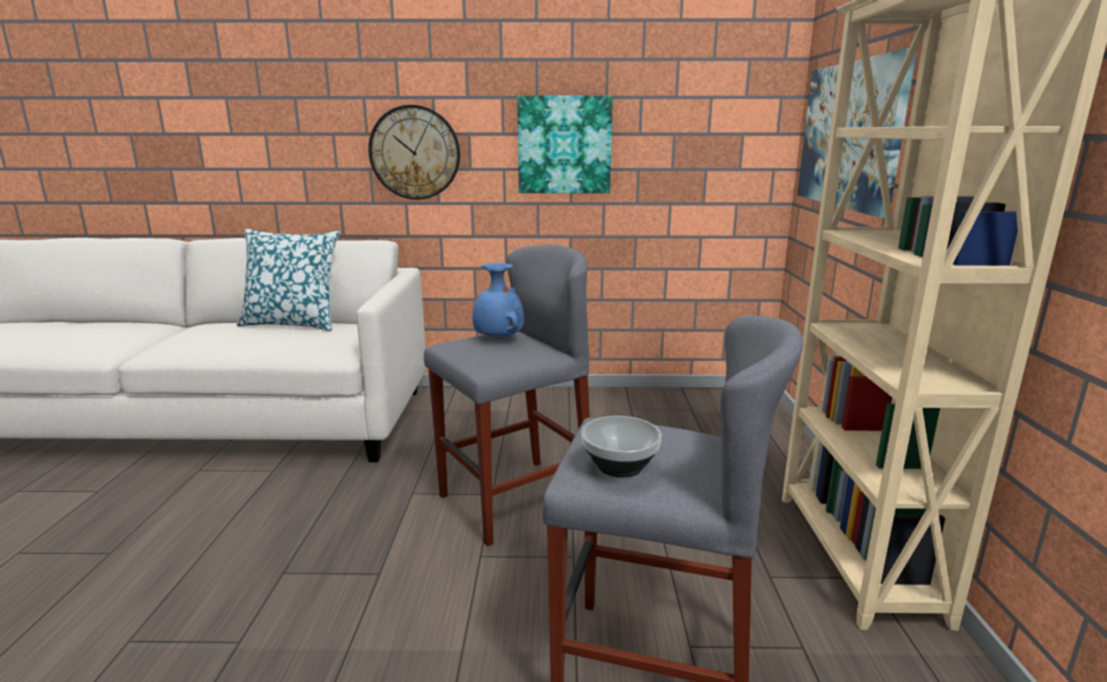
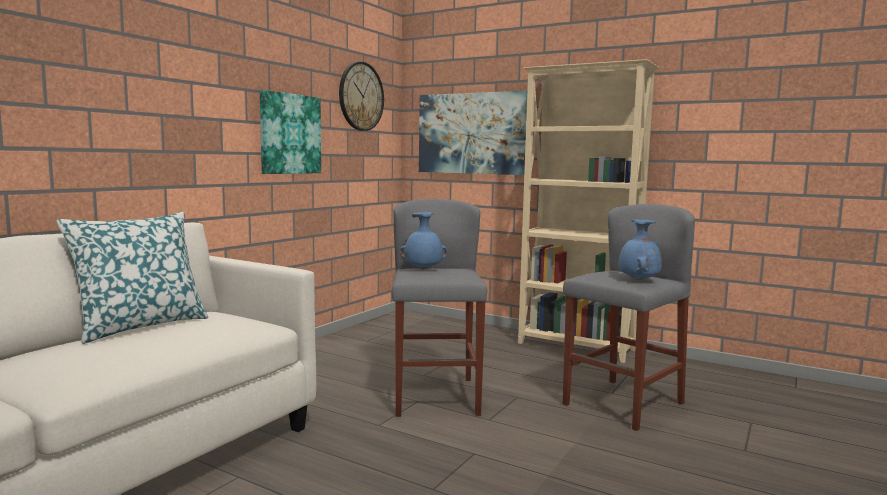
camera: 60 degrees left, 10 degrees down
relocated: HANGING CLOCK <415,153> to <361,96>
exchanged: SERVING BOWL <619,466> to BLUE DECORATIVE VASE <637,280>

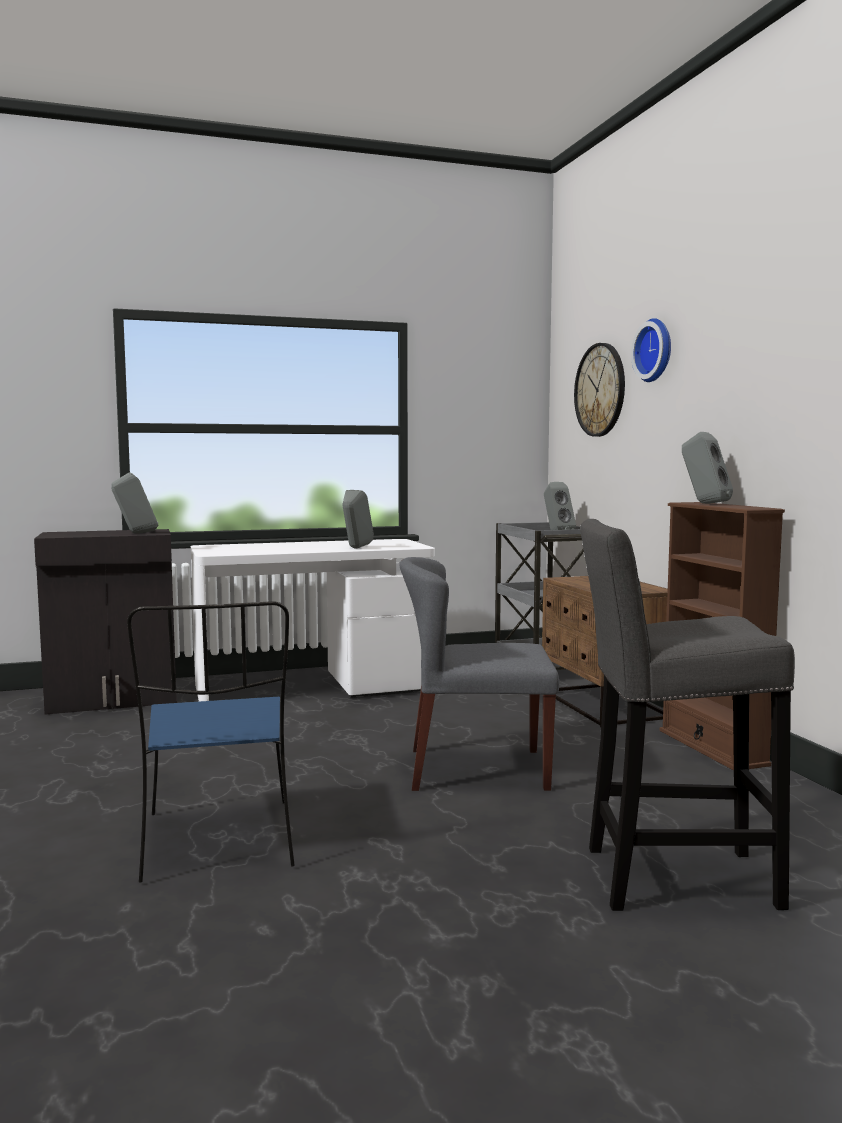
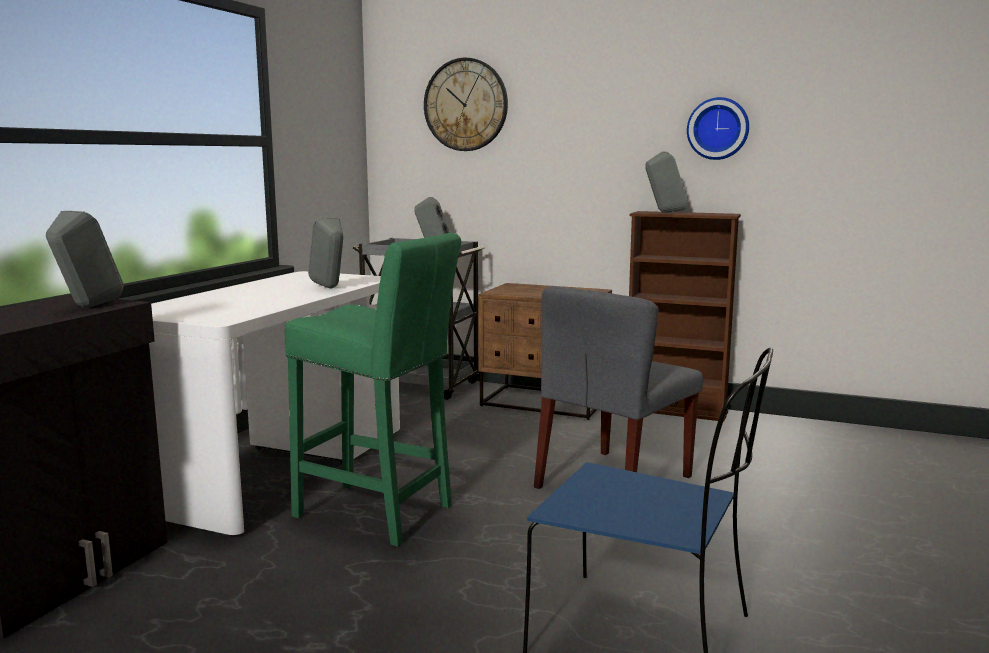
camera: 50 degrees left, 5 degrees up
missing: GREYISH SITTING STOOL <669,878>
appeared: GREENISH SITTING STOOL <379,514>
relocated: HANGING CLOCK <656,350> to <718,129>

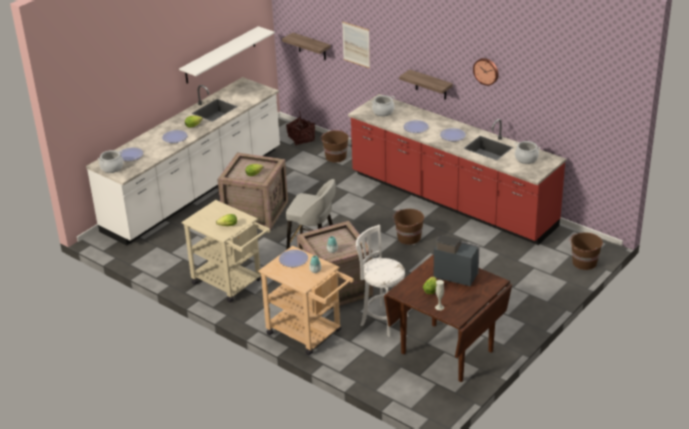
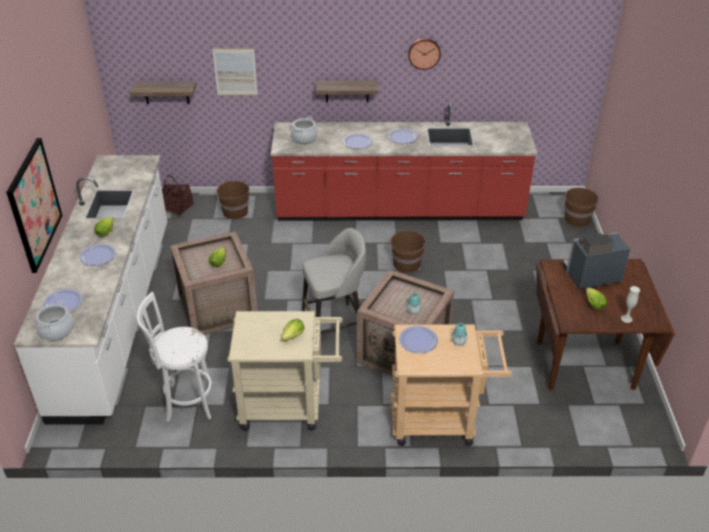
camera: 40 degrees left, 5 degrees up
missing: WHITE-COLOURED SHELF <220,55>; STOCKPOT <526,158>
appeared: WALL ART <34,204>
relocated: WHITE-COLOURED SITTING STOOL <382,319> to <186,402>

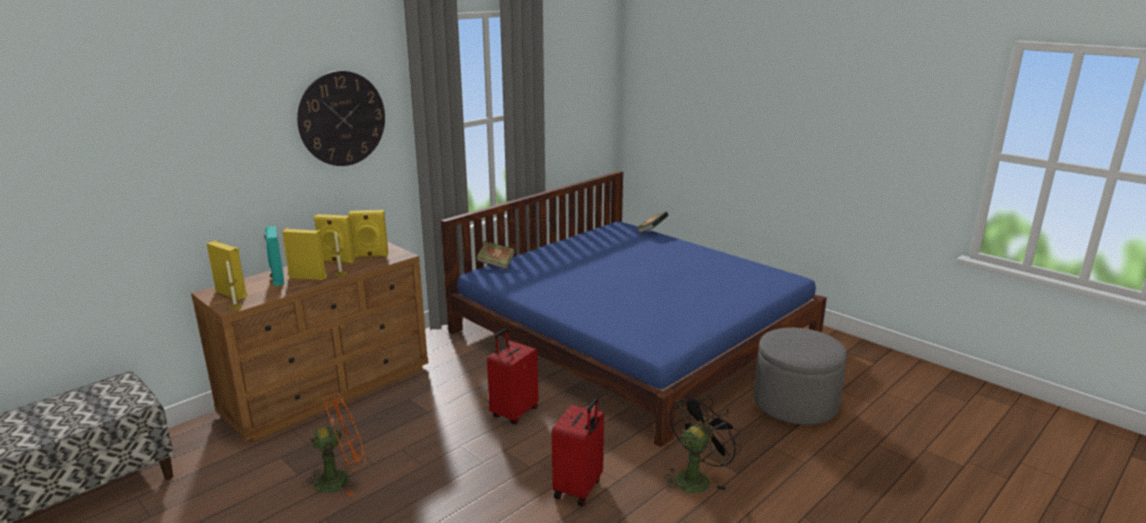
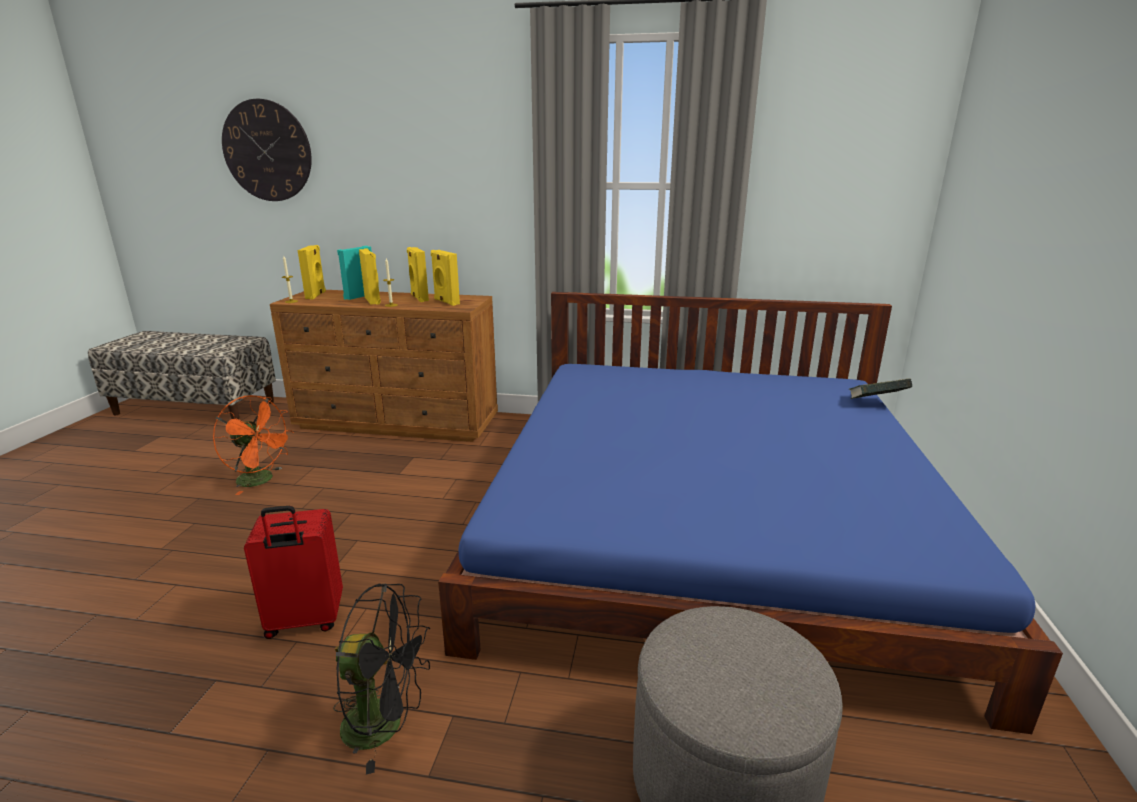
camera: 55 degrees right, 0 degrees up
missing: BOOK <496,265>; RED TRAVEL CASE <513,412>
relocated: HANGING CLOCK <342,118> to <267,151>

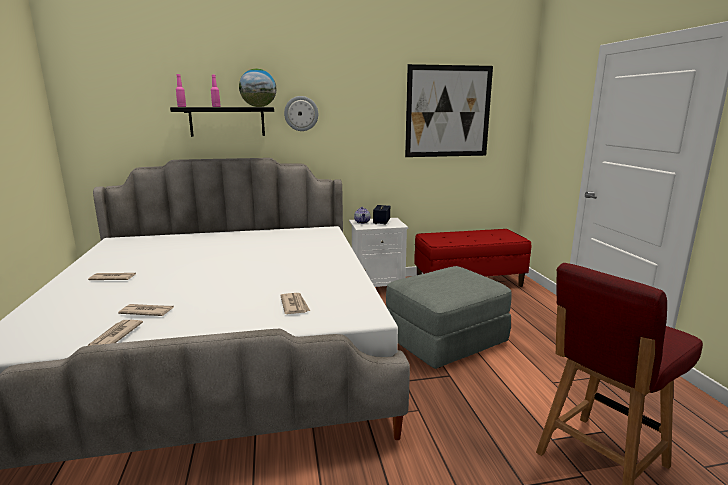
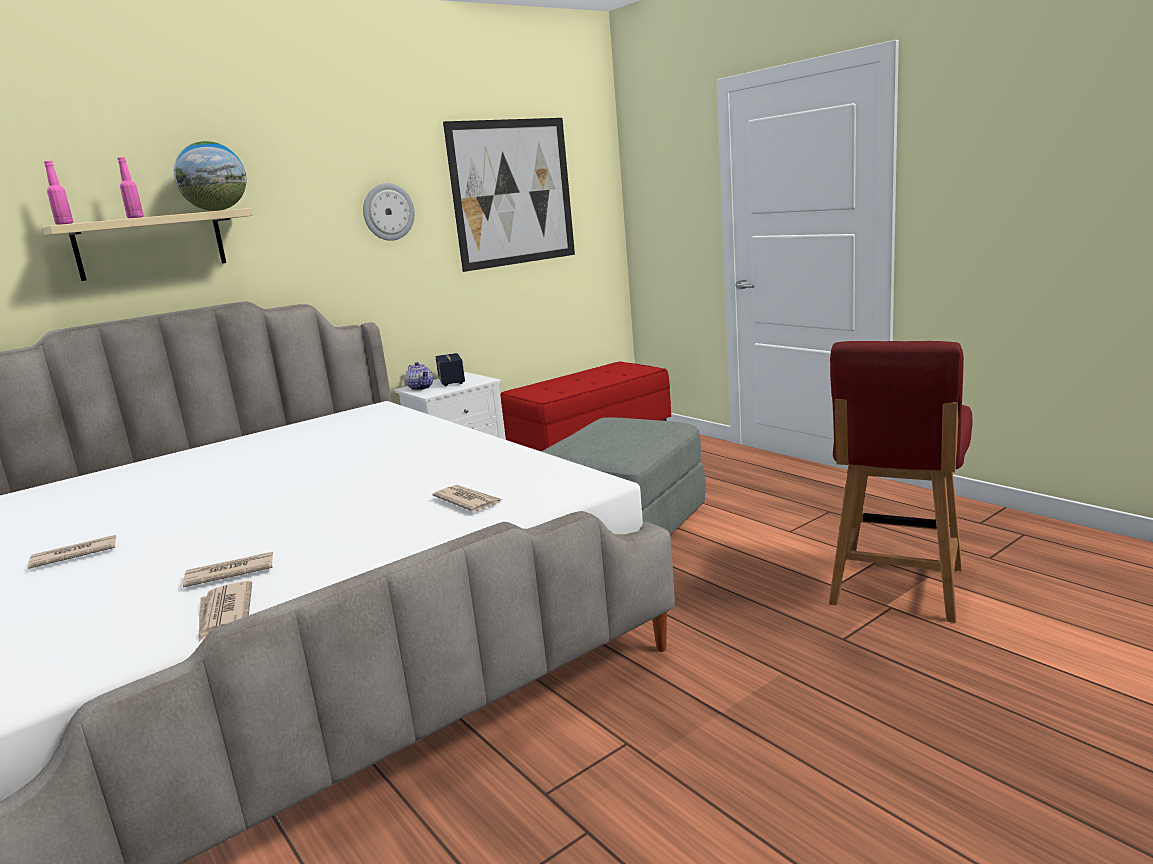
camera: 25 degrees left, 0 degrees up
relocated: HANGING CLOCK <301,113> to <388,212>
colour: BLACK-COLOURED SHELF <227,121> to BEIGE SHELF <150,245>

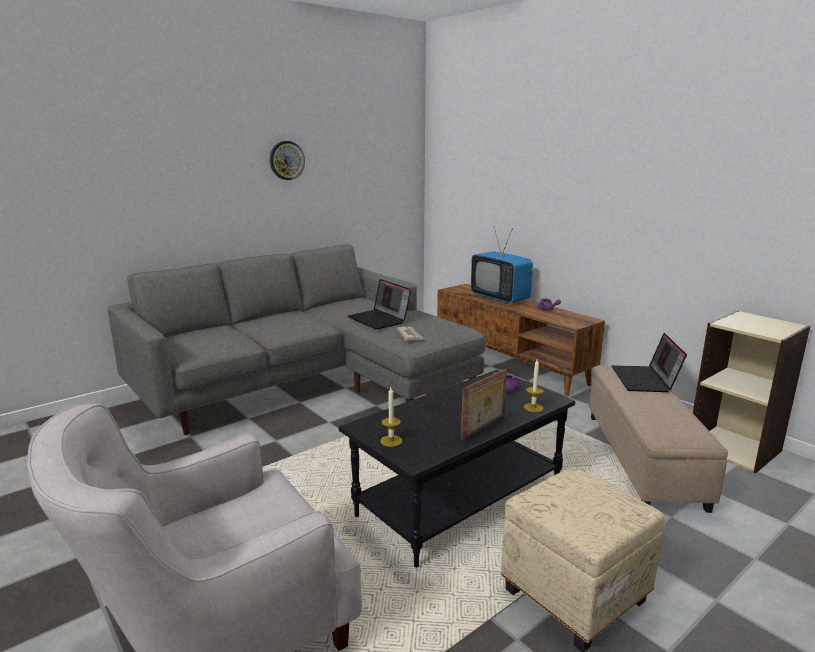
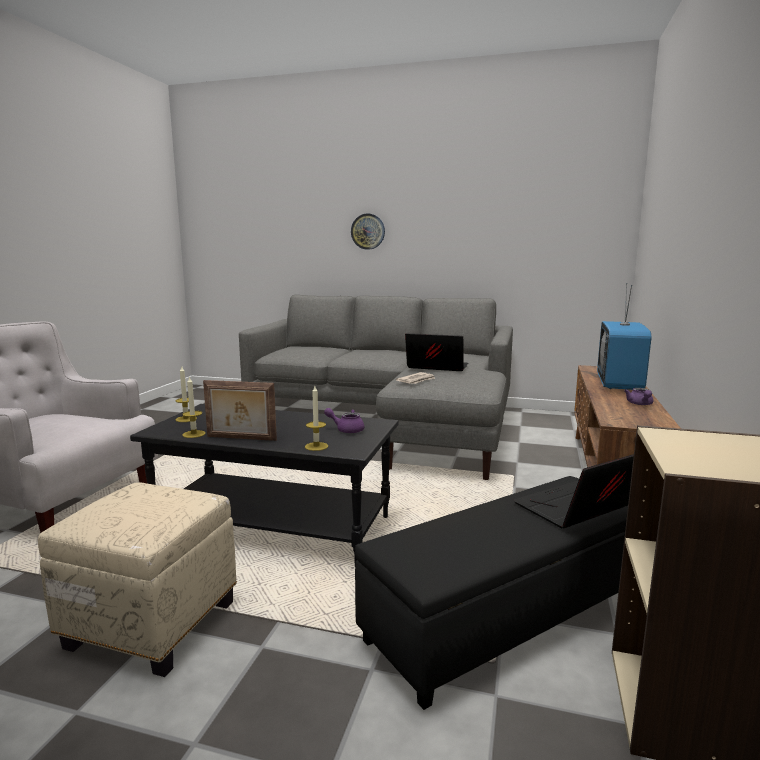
camera: 55 degrees right, 5 degrees down
appeared: WAX LIGHT <194,434>
relocated: HANGING CLOCK <286,160> to <368,231>
colour: BEIGE POUFFE <643,458> to BLACK-COLOURED POUFFE <508,617>
spun: NOTEBOOK COMPUTER <379,320> = <436,367> 90 degrees clockwise

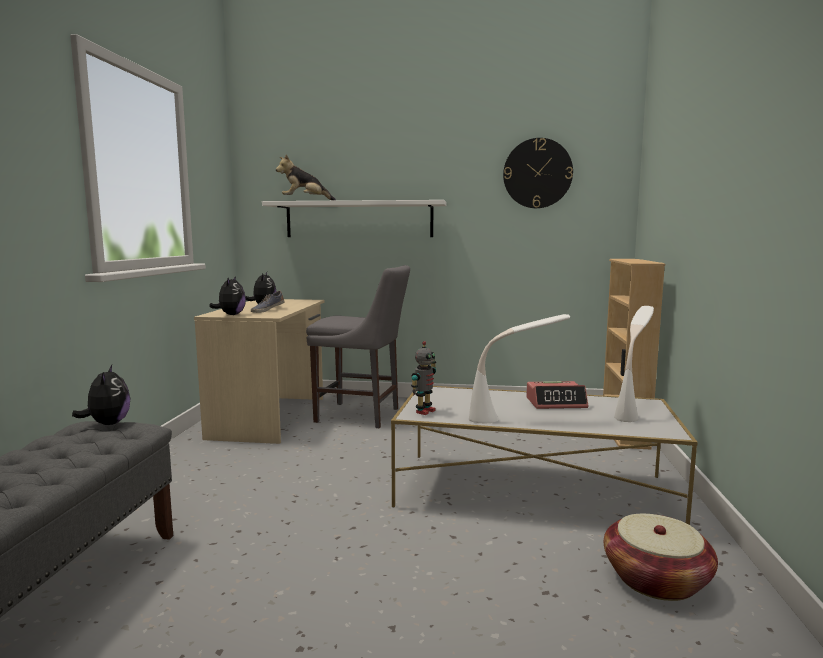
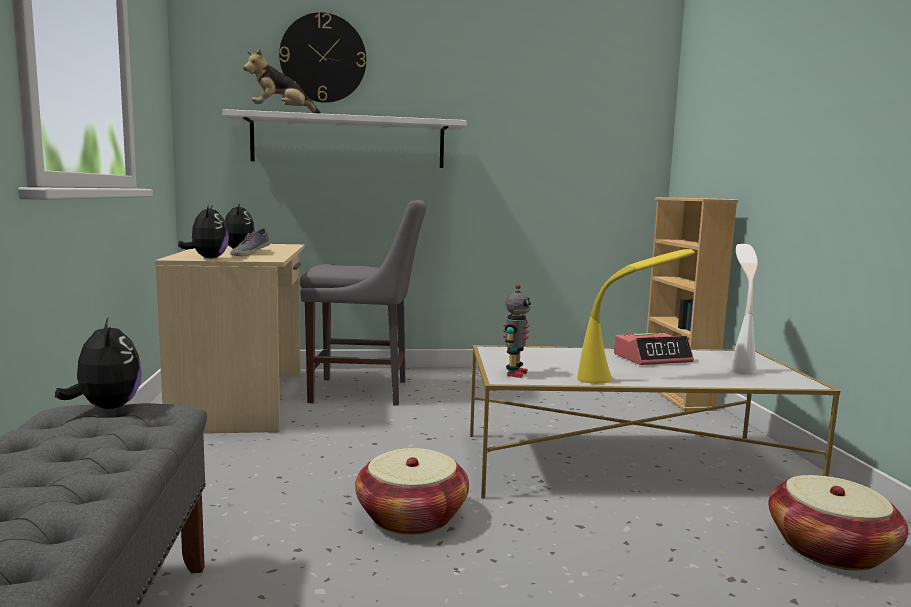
camera: 15 degrees left, 0 degrees up
appeared: STORAGE BASKET <412,516>
relocated: HANGING CLOCK <537,173> to <323,58>
colour: WHITE-COLOURED LAMP FOR A TABLE <517,419> to YELLOW-COLOURED LAMP FOR A TABLE <631,377>

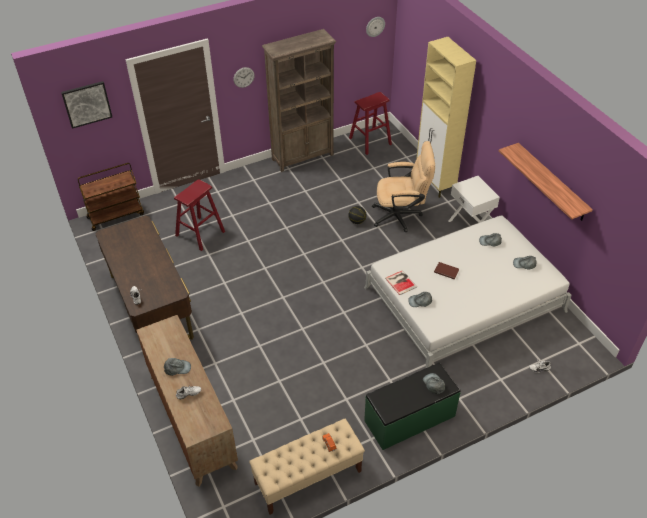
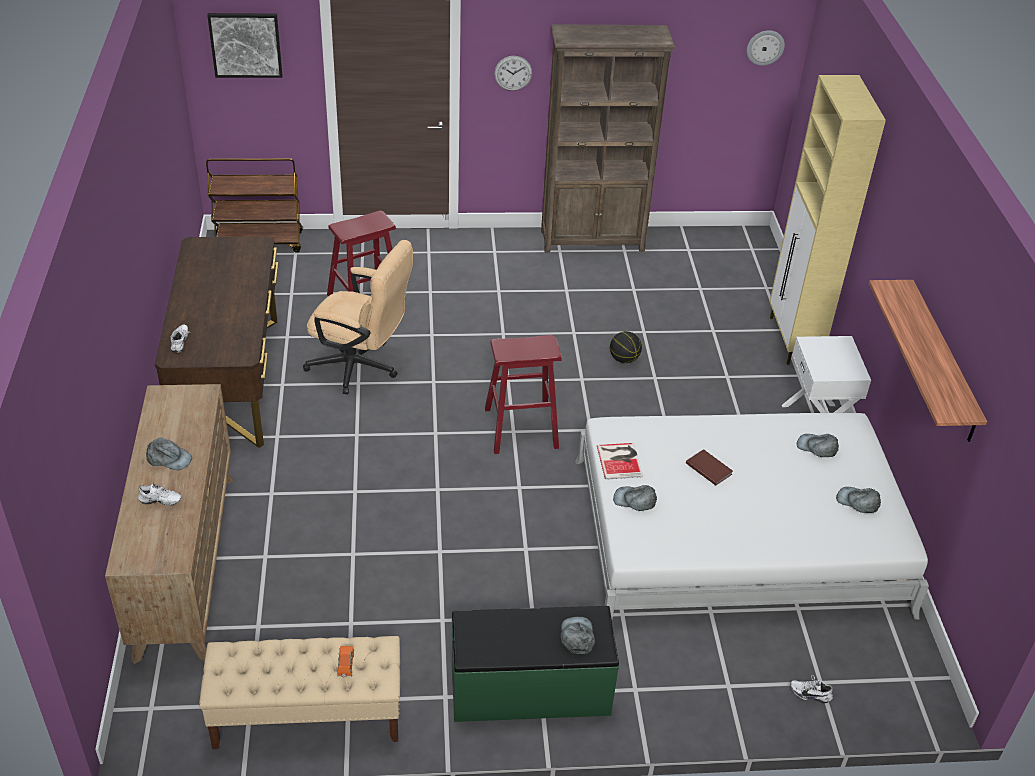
camera: 20 degrees right, 5 degrees down
relocated: BEIGE DESK CHAIR <401,216> to <361,367>; RED SITTING STOOL <370,141> to <521,428>

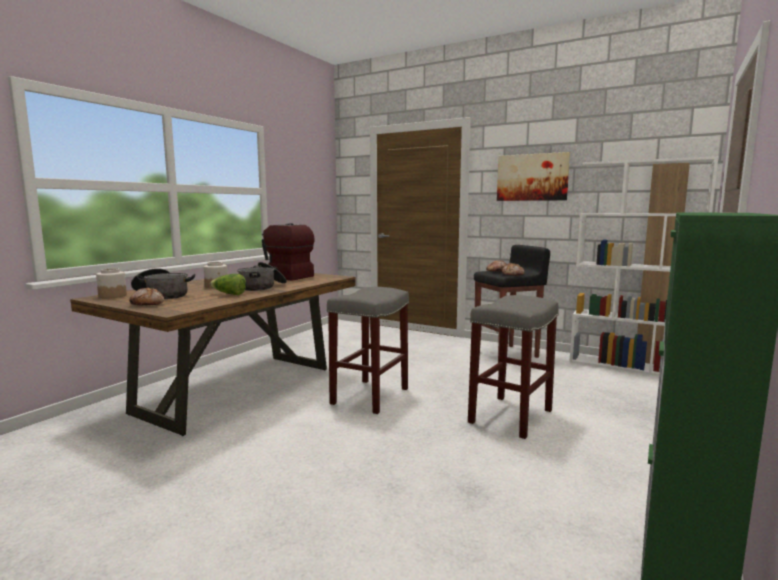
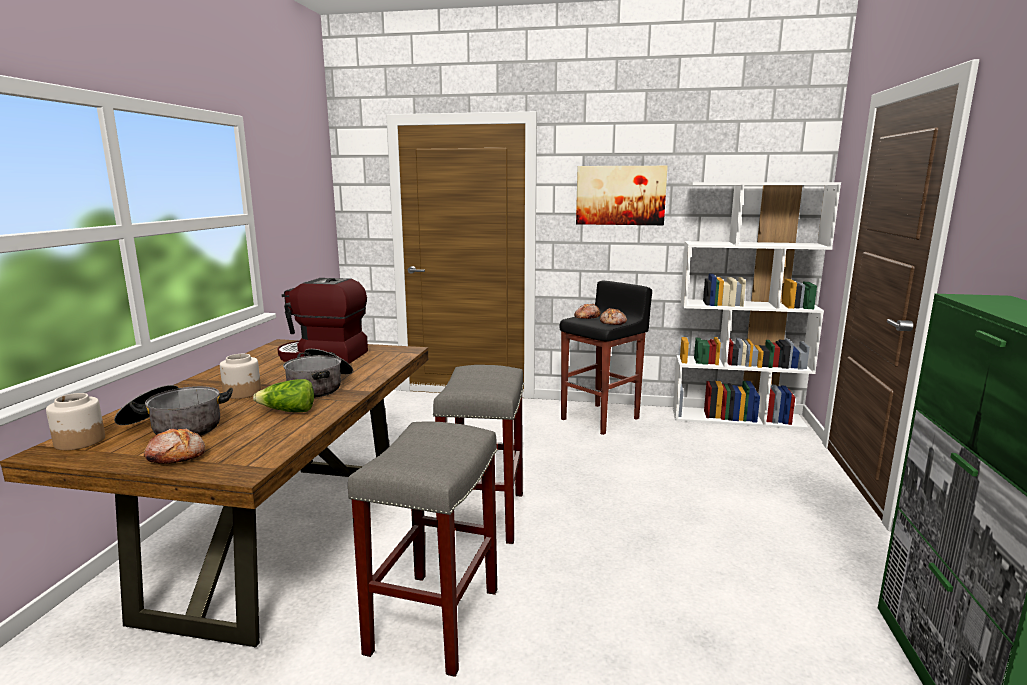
camera: 20 degrees left, 5 degrees up
relocated: GREYISH SITTING STOOL <511,417> to <434,622>

